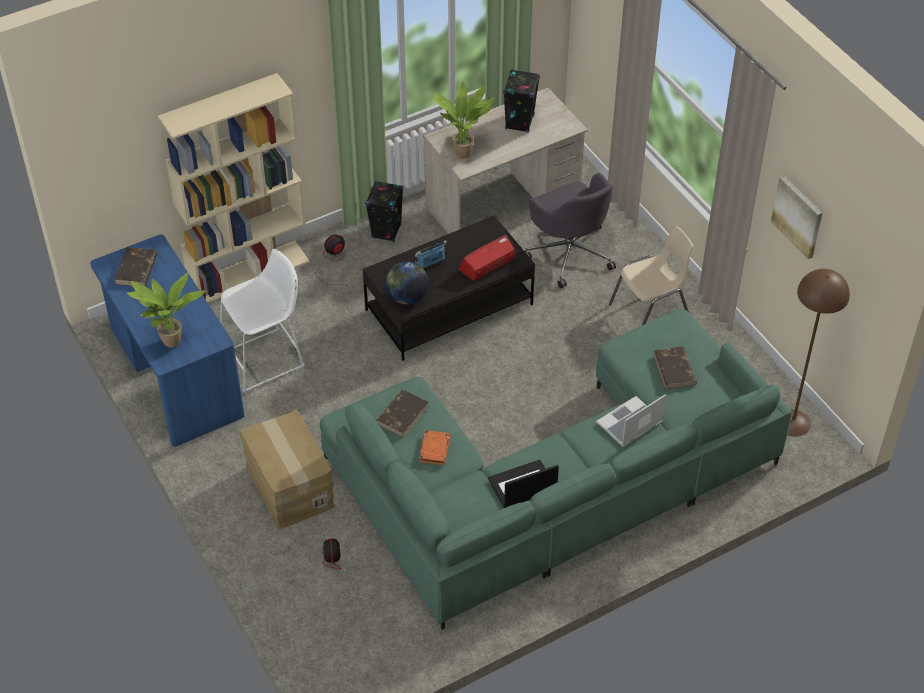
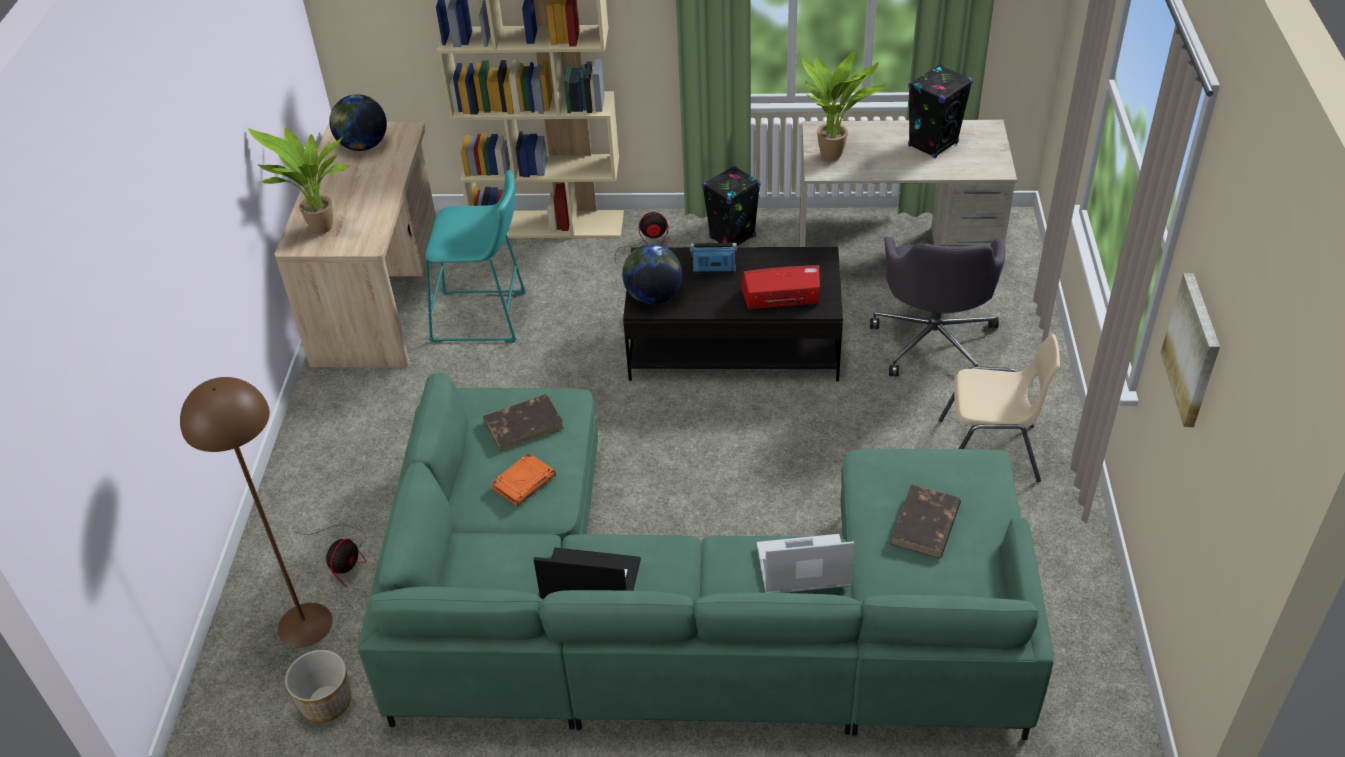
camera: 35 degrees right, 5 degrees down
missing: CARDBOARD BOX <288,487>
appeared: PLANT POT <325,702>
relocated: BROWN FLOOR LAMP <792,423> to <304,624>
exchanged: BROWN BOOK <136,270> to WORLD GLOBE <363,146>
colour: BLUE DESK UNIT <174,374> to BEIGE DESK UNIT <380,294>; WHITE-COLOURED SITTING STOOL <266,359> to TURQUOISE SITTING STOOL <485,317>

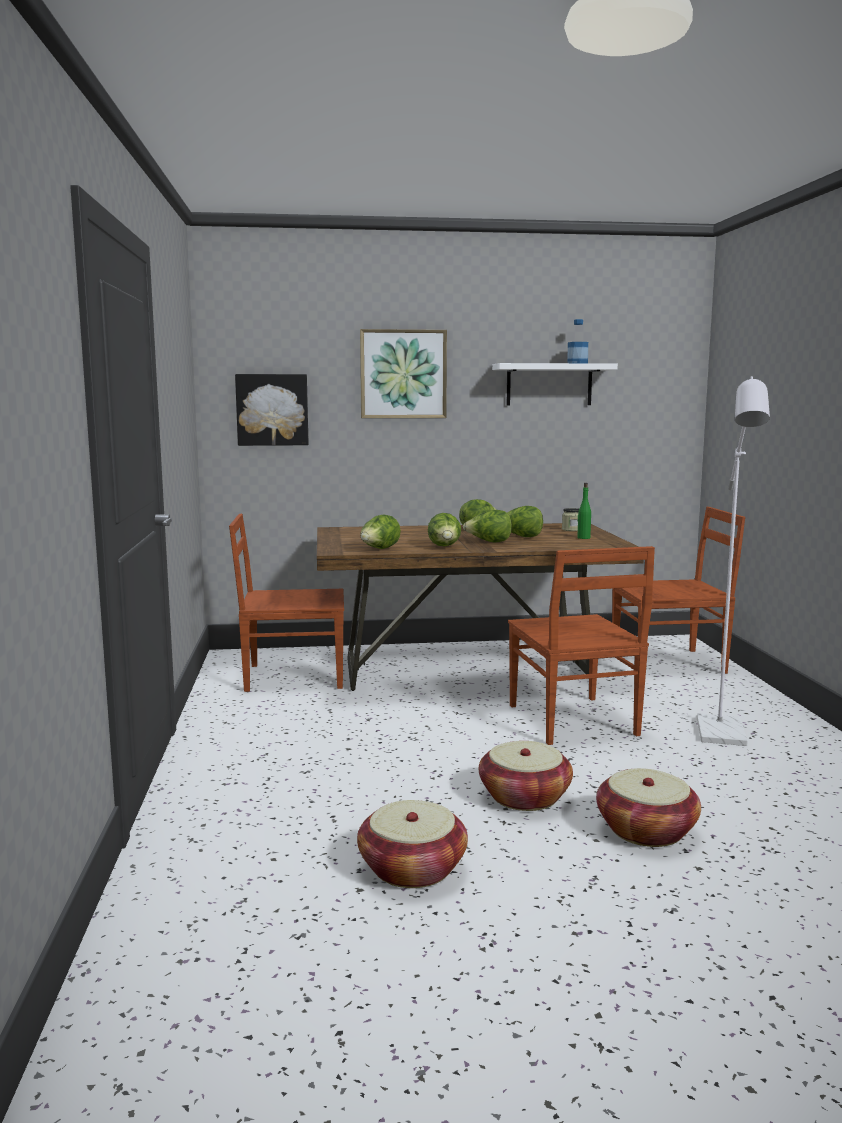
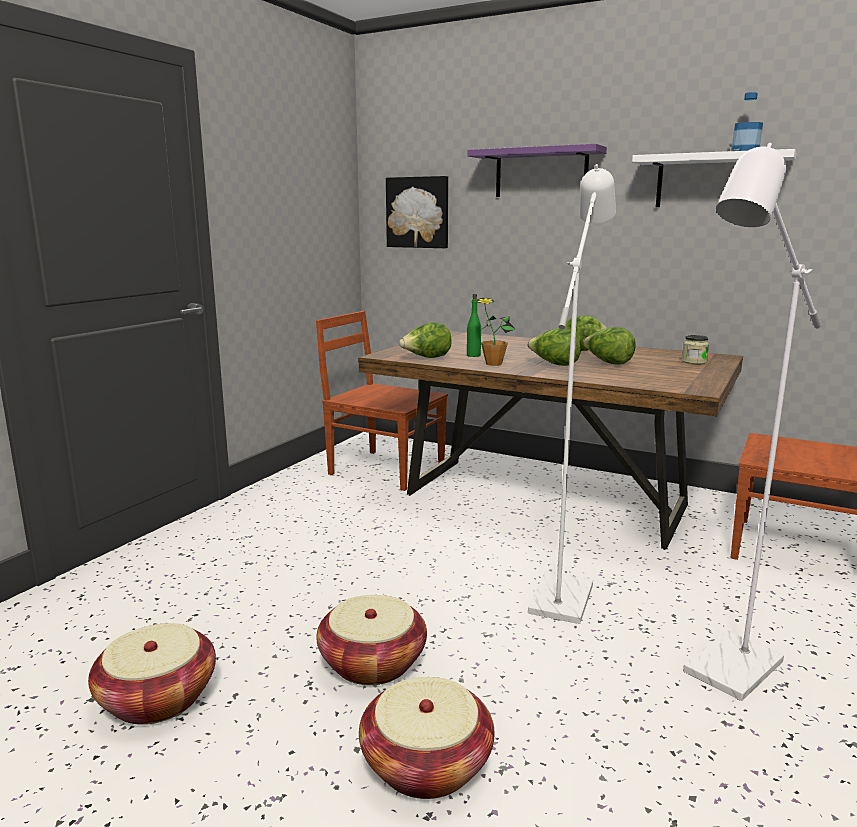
camera: 35 degrees right, 5 degrees up
relocated: GREENISH BEVERAGE BOTTLE <583,538> to <473,355>
exchanged: WALL ART <403,374> to PURPLISH SHELF <541,173>; HEAD OF LETTUCE <444,547> to PLANT IN A POT <493,364>; BROWN PLAIN CHAIR <573,721> to WHITE-COLOURED FLOOR LAMP <564,591>

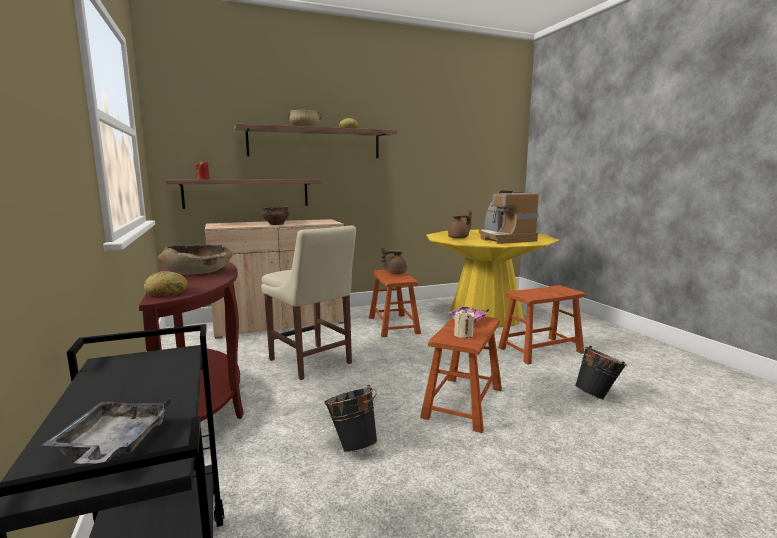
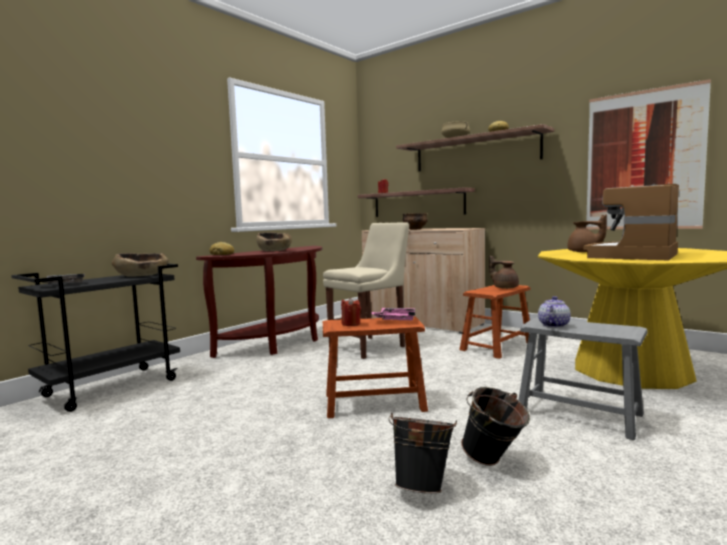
camera: 60 degrees right, 5 degrees down
appeared: BROWN SERVING BOWL <142,275>; POT FOR TEA <553,325>; WALL ART <643,160>
relocated: BLACK-COLOURED BUCKET <353,444> to <423,486>
colour: BEIGE WAX LIGHT <463,335> to RED WAX LIGHT <351,324>; BROWN SITTING STOOL <540,350> to GREYISH SITTING STOOL <579,413>
spun: BEIGE PLAIN CHAIR <312,362> = <370,346> 150 degrees counterclockwise

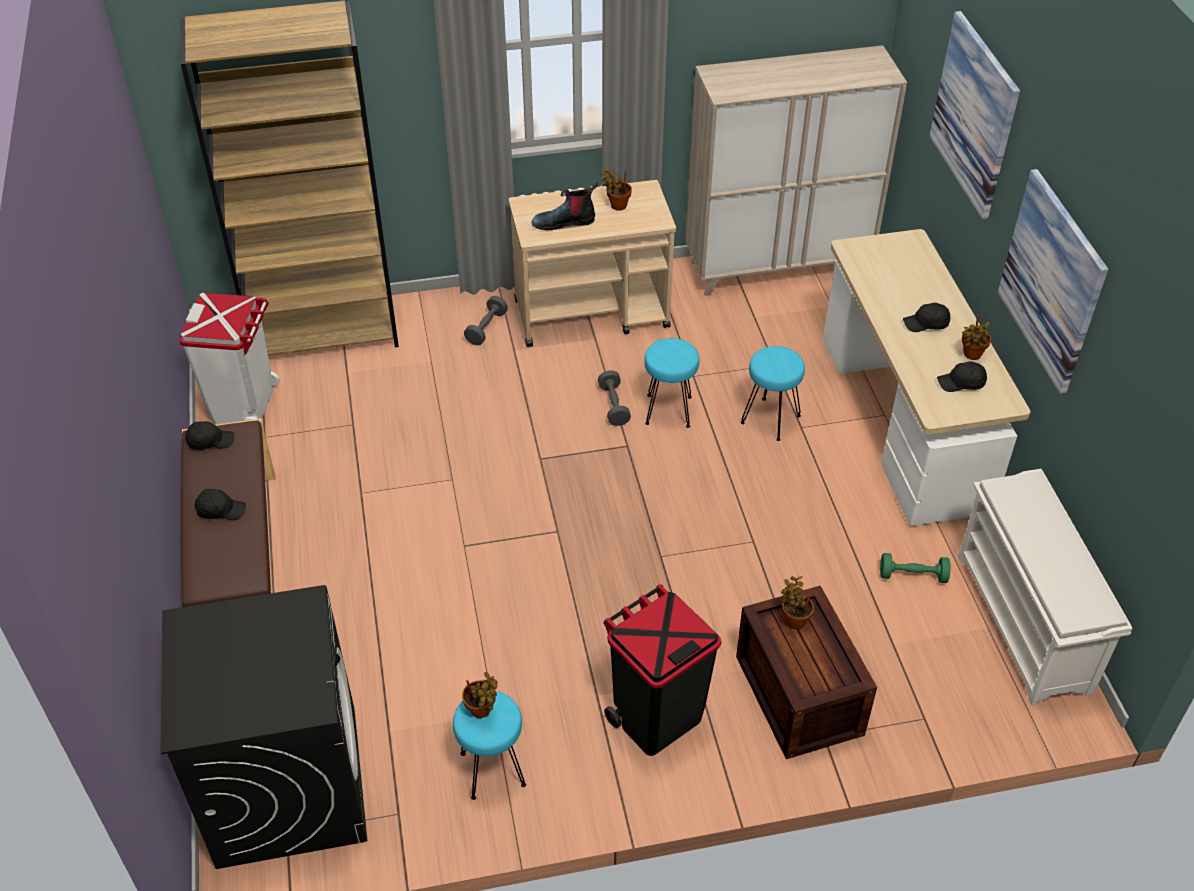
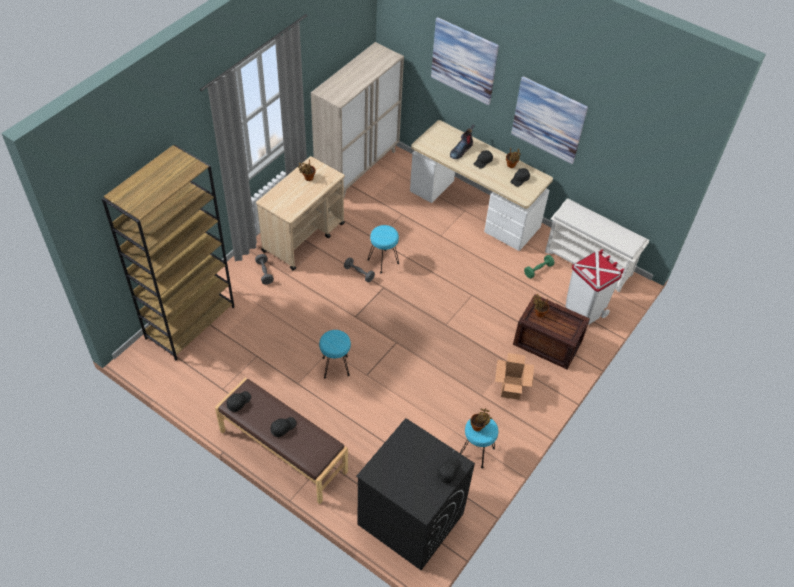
camera: 45 degrees left, 5 degrees up
appeared: BLACK-COLOURED CAP <448,471>
relocated: TURQUOISE SITTING STOOL <770,419> to <335,366>; BOOT <564,222> to <461,150>; WHITE-COLOURED WASTE BIN <245,406> to <584,309>
exchanged: BLACK-COLOURED WASTE BIN <656,718> to CARDBOARD BOX <511,388>

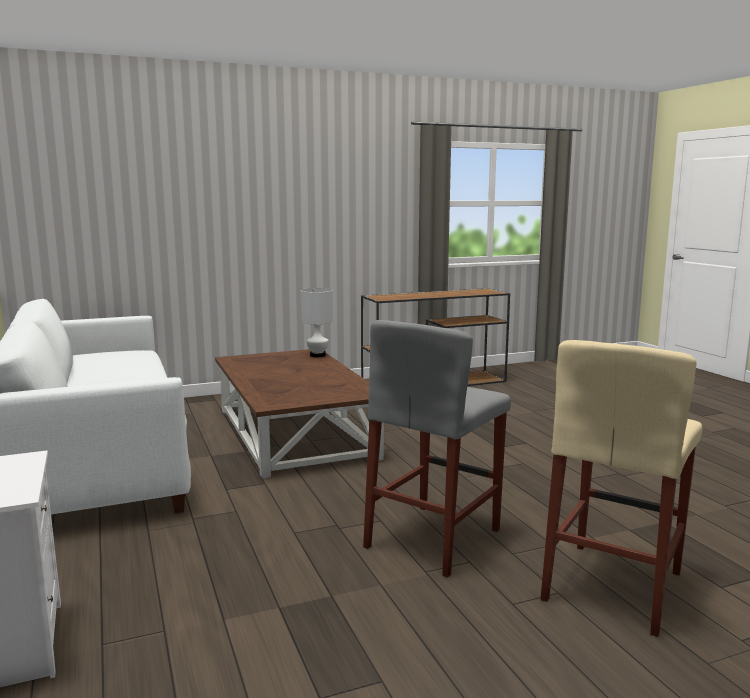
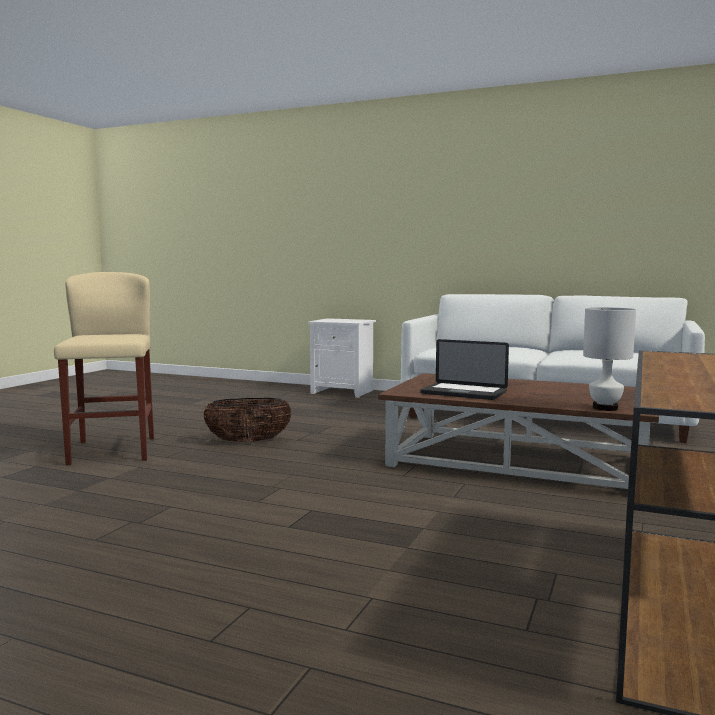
camera: 135 degrees right, 5 degrees down
appeared: NOTEBOOK COMPUTER <463,393>
exchanged: GREYISH SITTING STOOL <433,538> to STORAGE BASKET <248,441>

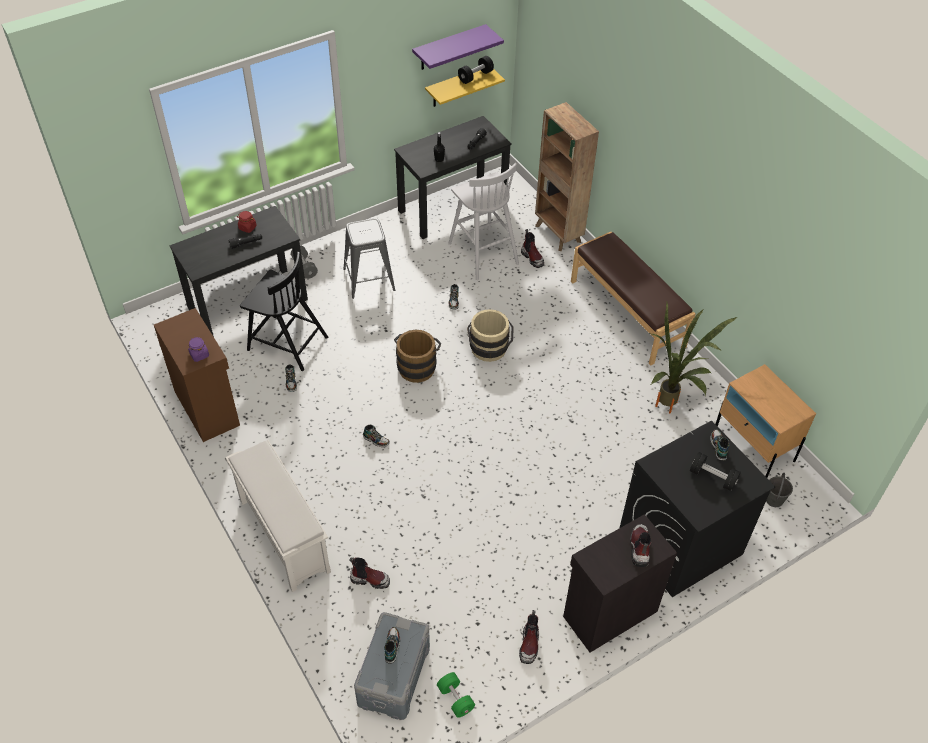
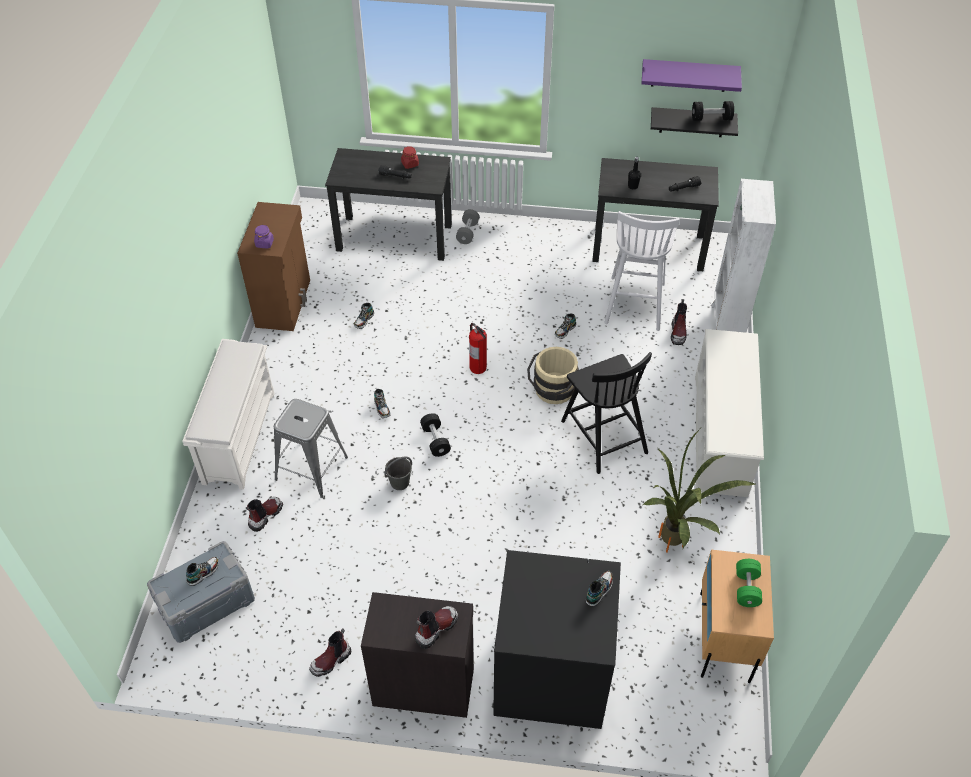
camera: 40 degrees right, 0 degrees up
relocated: GREYISH SITTING STOOL <369,279> to <311,468>; GREYISH BUCKET <774,500> to <399,482>; BLACK-COLOURED HAND WEIGHT <712,477> to <435,440>; BLACK-COLOURED PLAIN CHAIR <286,343> to <603,435>; GREENISH HAND WEIGHT <455,699> to <746,588>
exchanged: BROWN BUCKET <417,365> to EXTINGUISHER <477,367>; BROWN INDOOR BENCH <627,313> to WHITE-COLOURED SHOE STAND <720,435>
colour: YELLOW-COLOURED SHELF <457,86> to BLACK-COLOURED SHELF <692,122>; BROWN SHELVING UNIT <558,234> to WHITE-COLOURED SHELVING UNIT <726,324>
spun: BOOT <370,579> = <265,515> 105 degrees counterclockwise

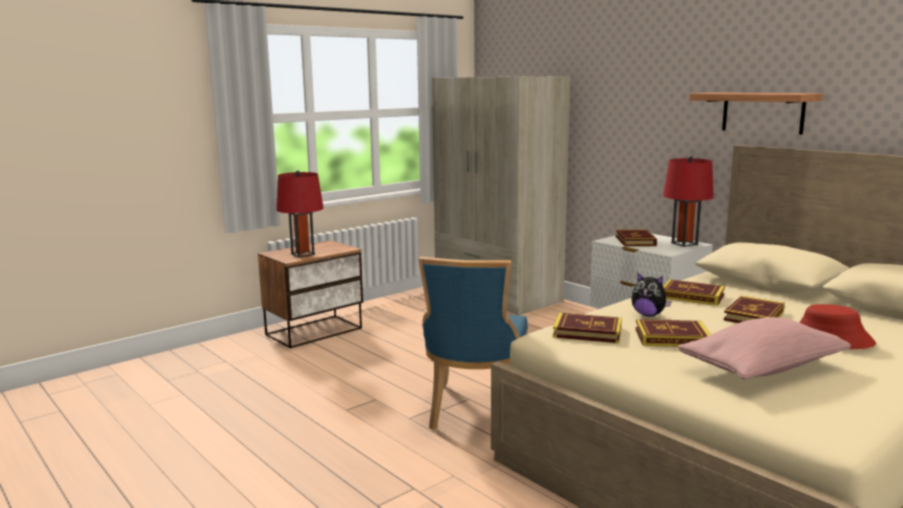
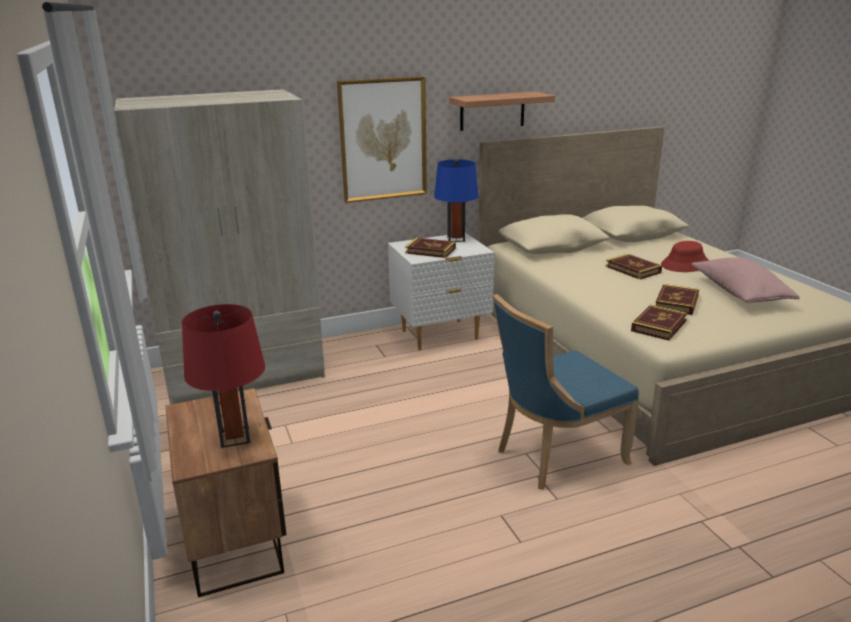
camera: 70 degrees left, 10 degrees up
missing: PLUSH TOY <648,315>; BOOK <692,296>
appeared: WALL ART <383,139>
colour: RED LAMP FOR A TABLE <684,244> to BLUE LAMP FOR A TABLE <456,239>
spun: BLUE PLAIN CHAIR <474,411> = <555,456> 120 degrees clockwise

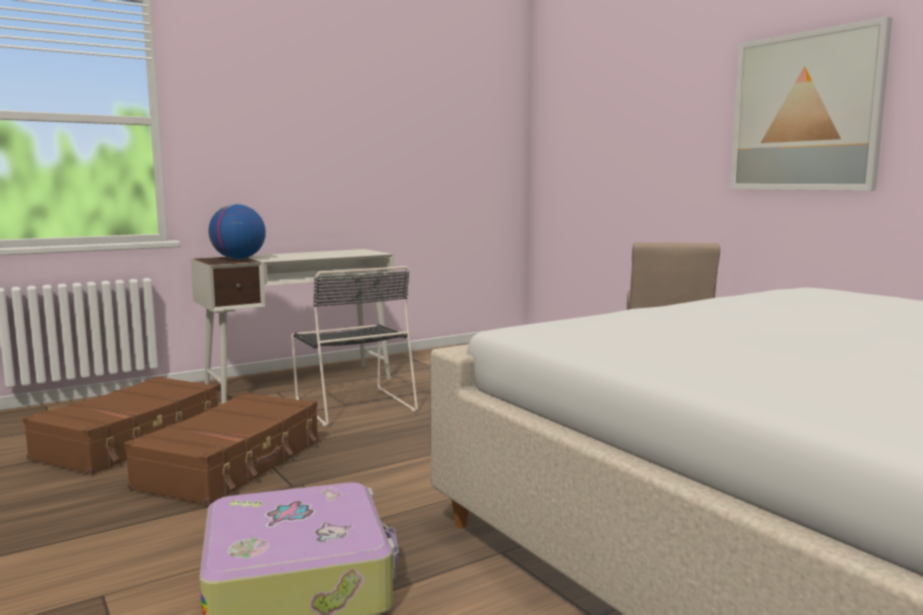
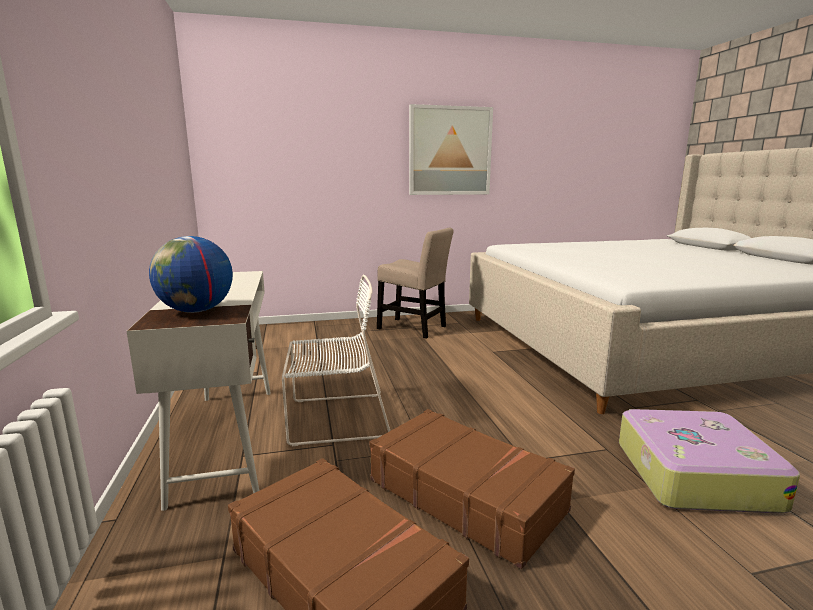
camera: 70 degrees left, 5 degrees up
colour: BLACK-COLOURED PLAIN CHAIR <353,405> to WHITE-COLOURED PLAIN CHAIR <334,418>

